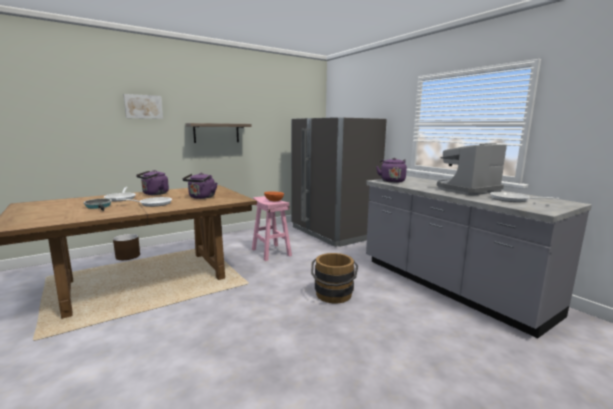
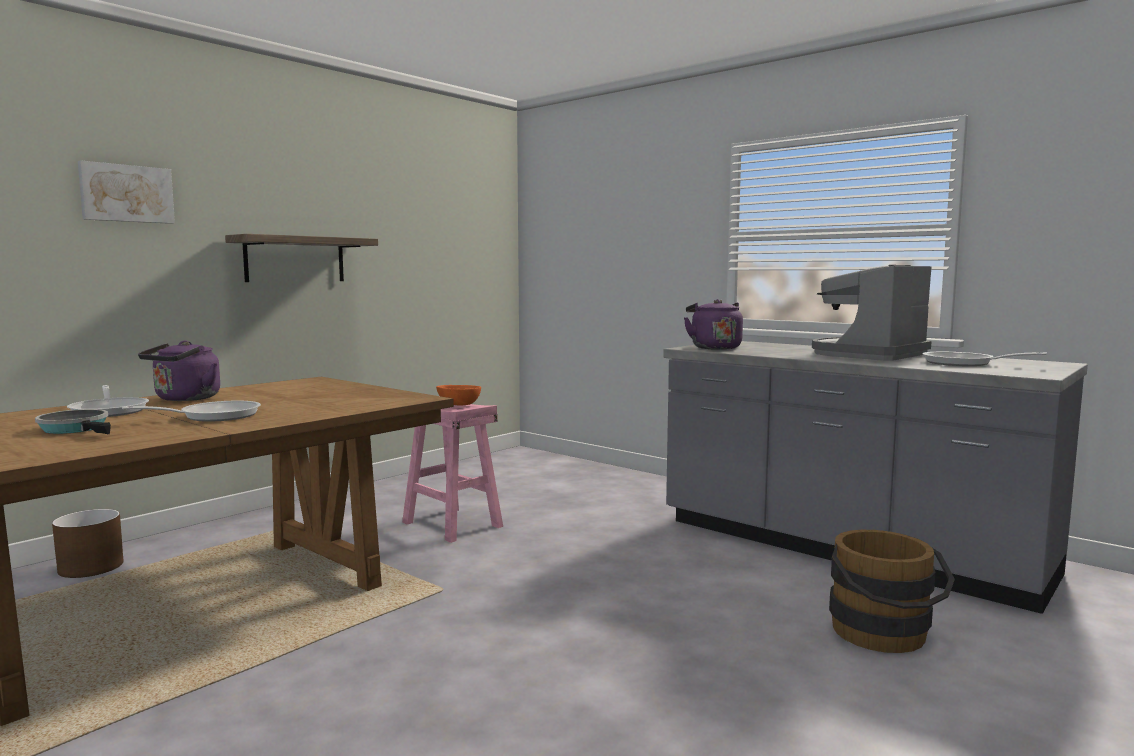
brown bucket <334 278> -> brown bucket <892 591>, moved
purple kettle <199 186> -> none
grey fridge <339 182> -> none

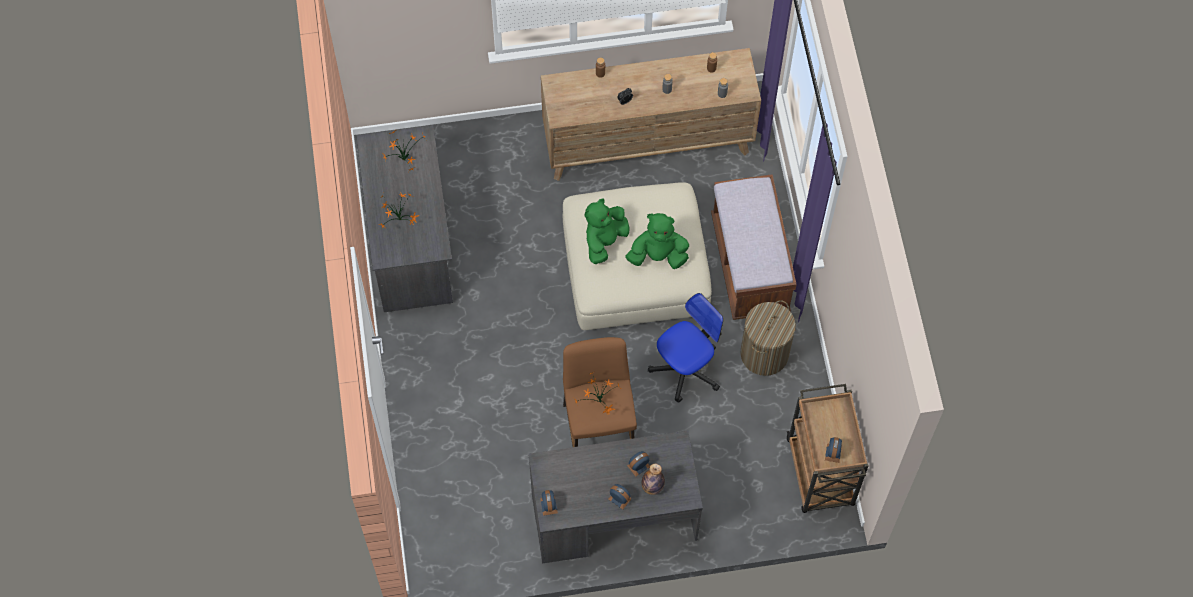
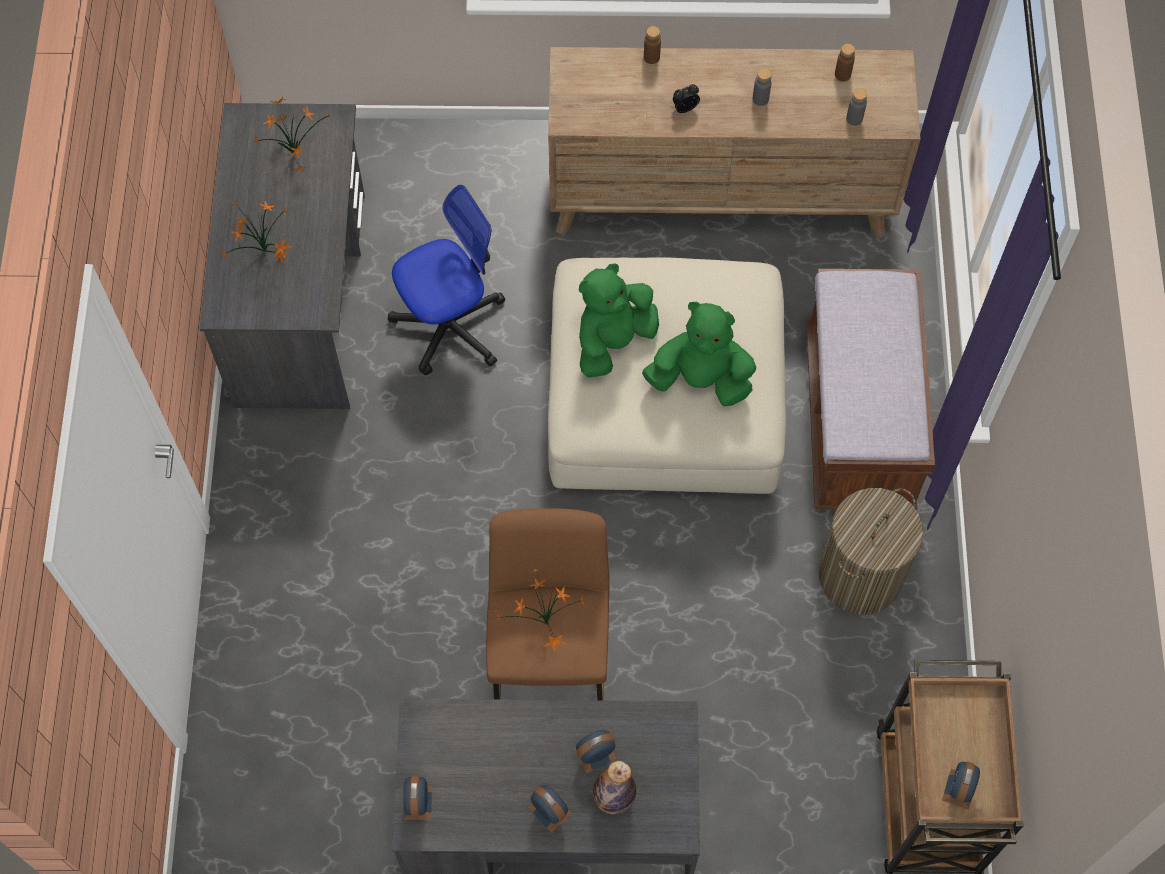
office chair <685 348> -> office chair <446 280>, moved

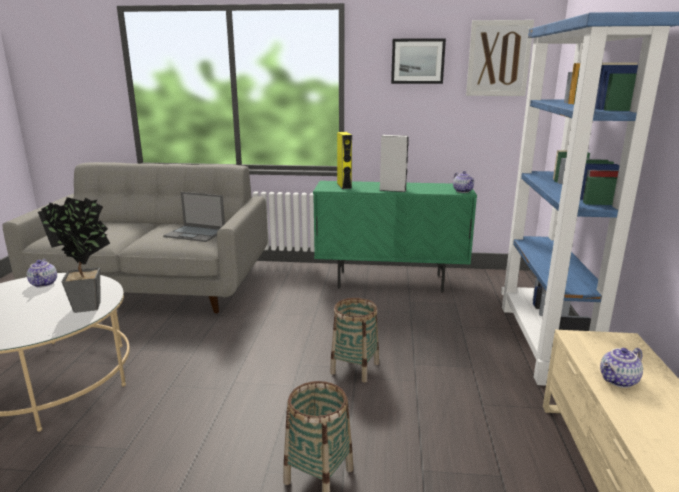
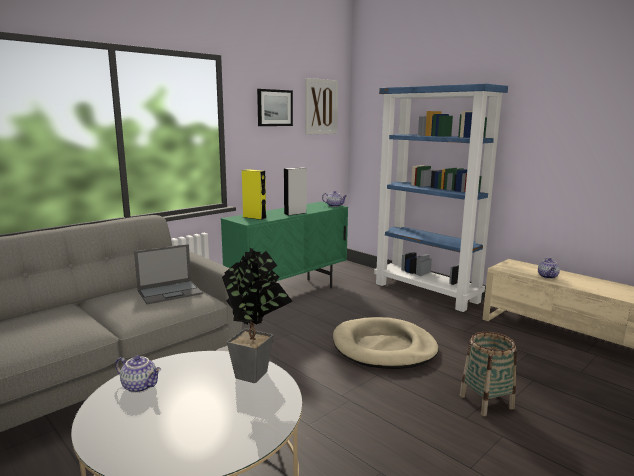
basket <354 340> -> beige dog bed <385 343>

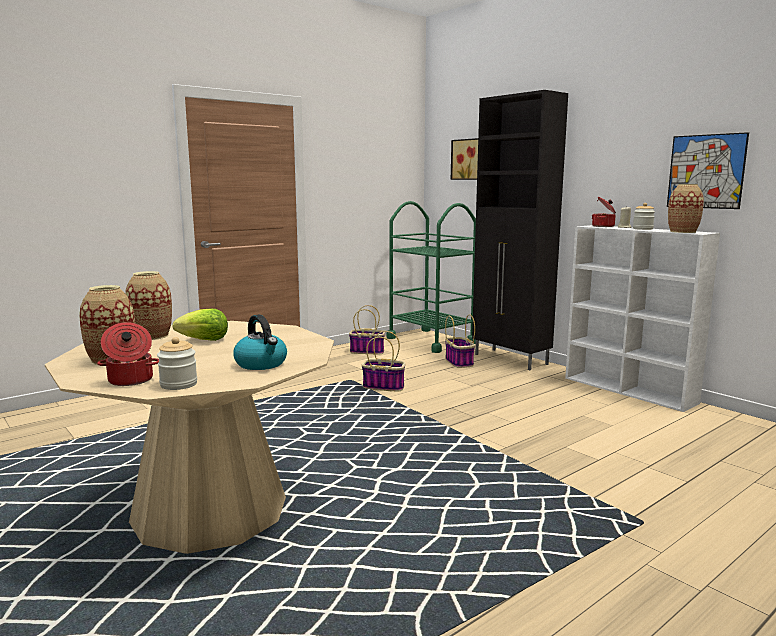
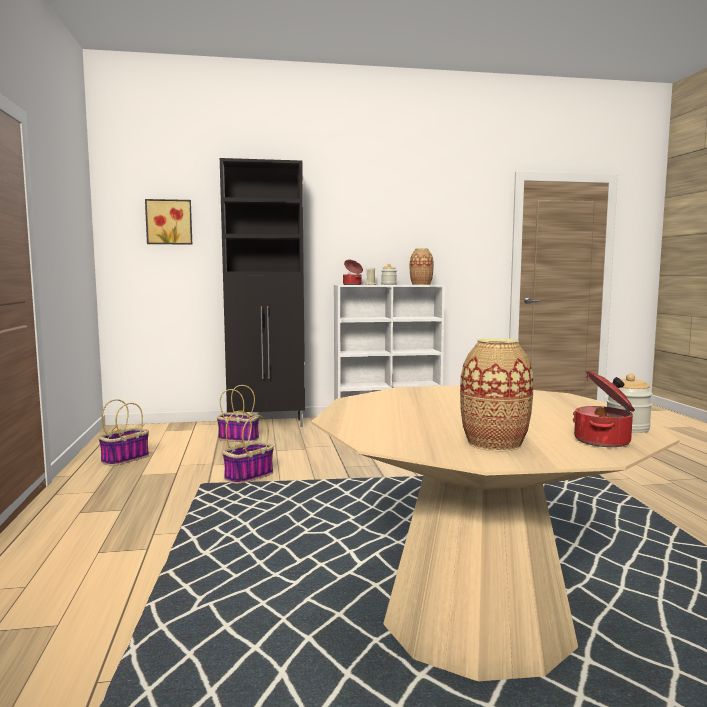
vase <148 305> -> none
lettuce <200 325> -> none
kettle <260 342> -> none
green cart <431 277> -> none
picture <708 170> -> none

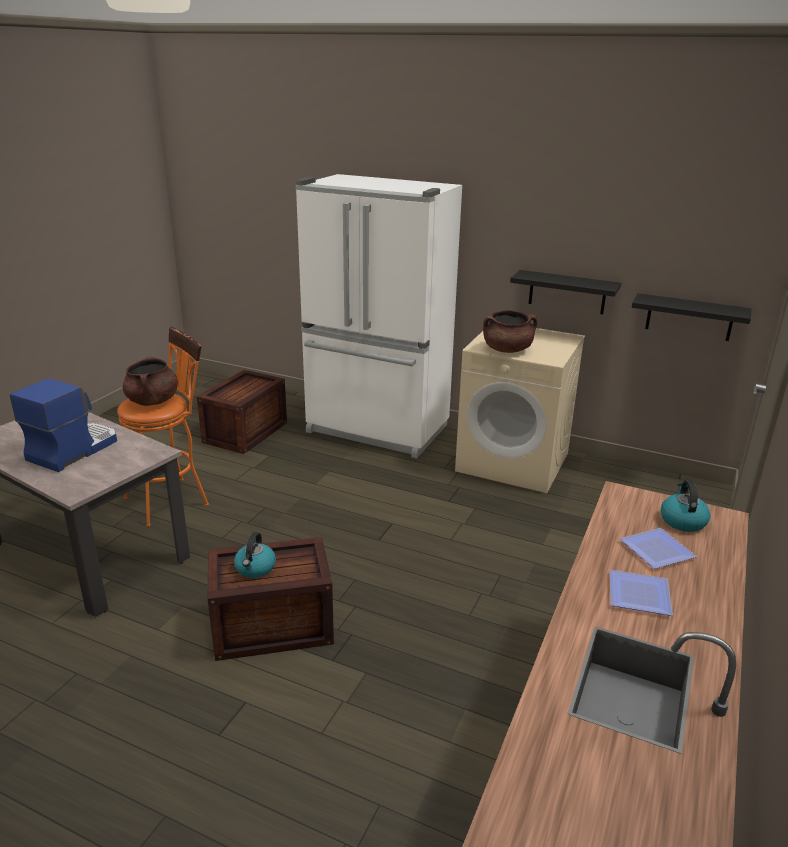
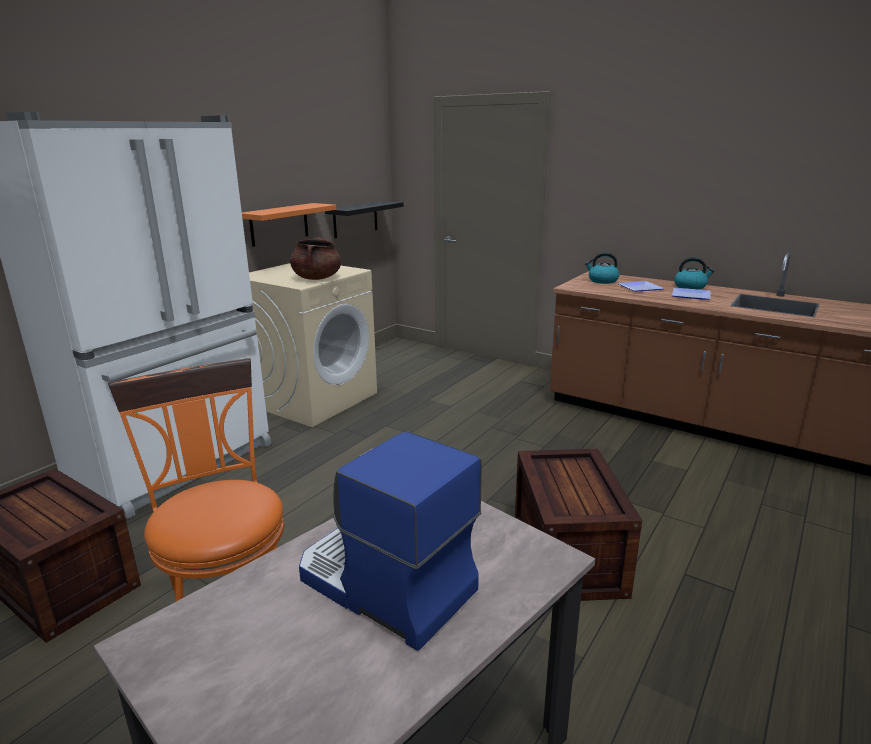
black shelf <565 292> -> orange shelf <289 225>
kettle <255 555> -> kettle <694 273>, moved
brown cooking pot <150 381> -> none

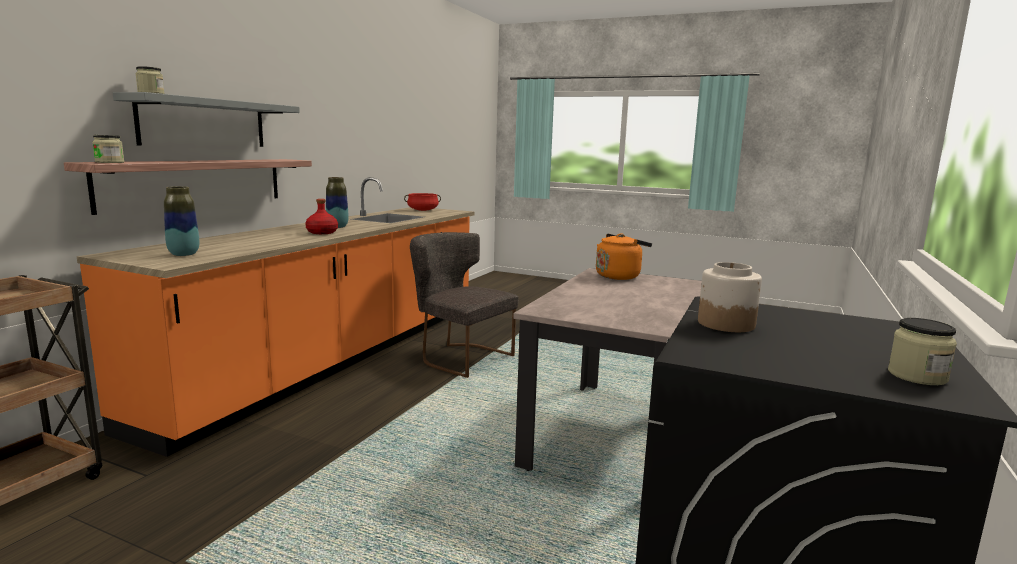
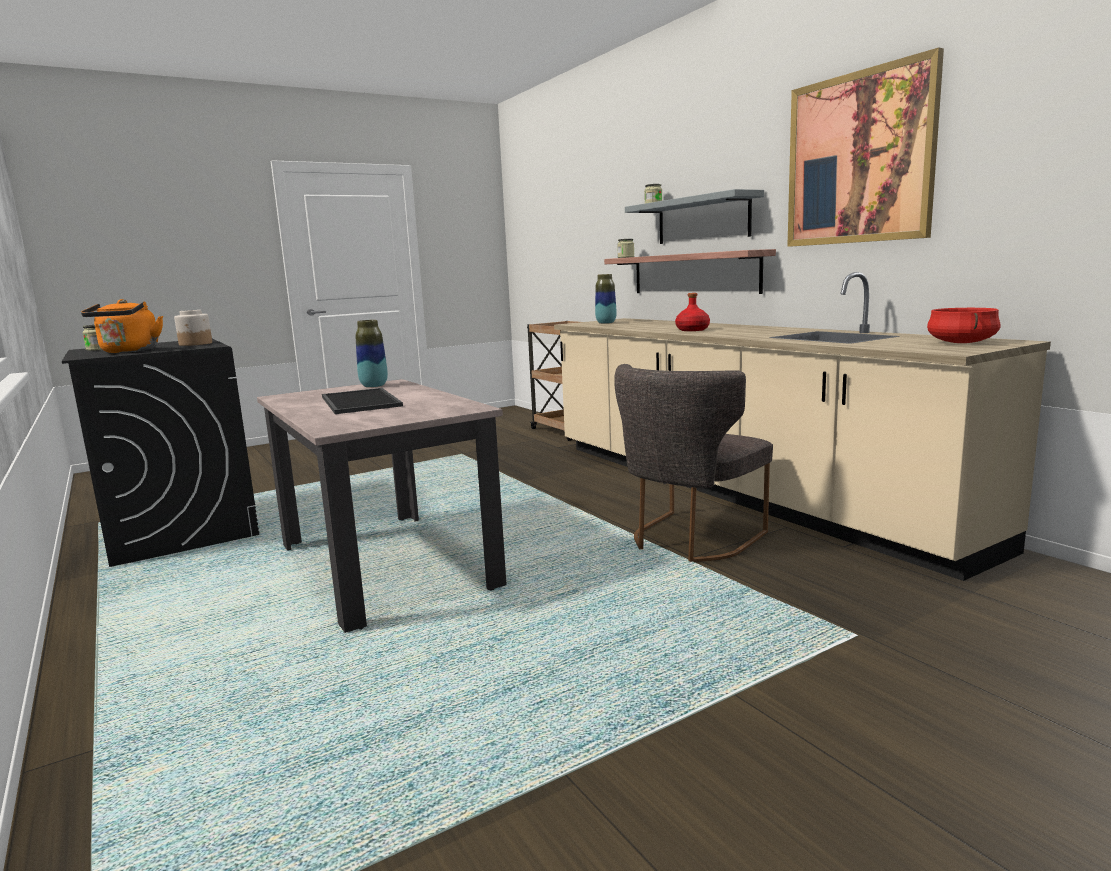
orange kettle <624 256> -> orange kettle <122 326>, moved
none -> tray <362 401>
vase <337 202> -> vase <372 354>, moved
orange counter <275 317> -> beige counter <802 426>
grey chair <464 305> -> grey chair <693 463>, 150 degrees clockwise
none -> picture <865 147>

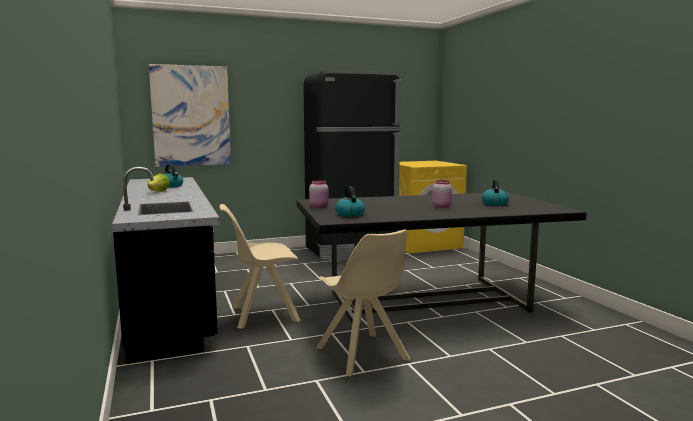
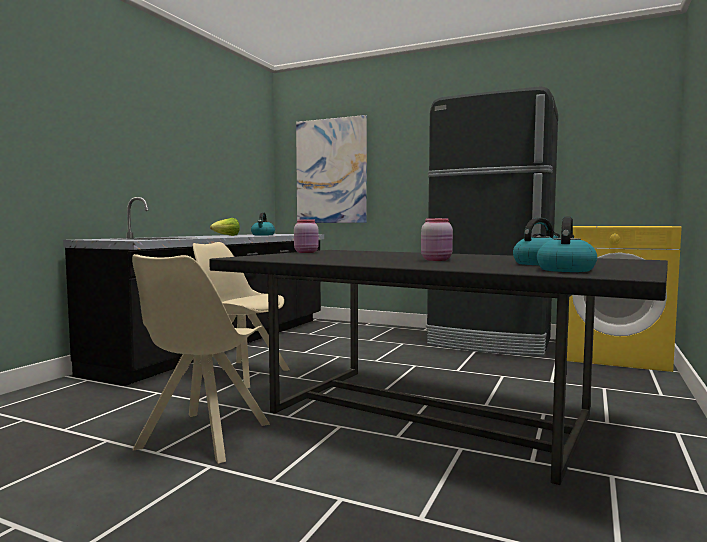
kettle <350 202> -> kettle <567 244>, moved

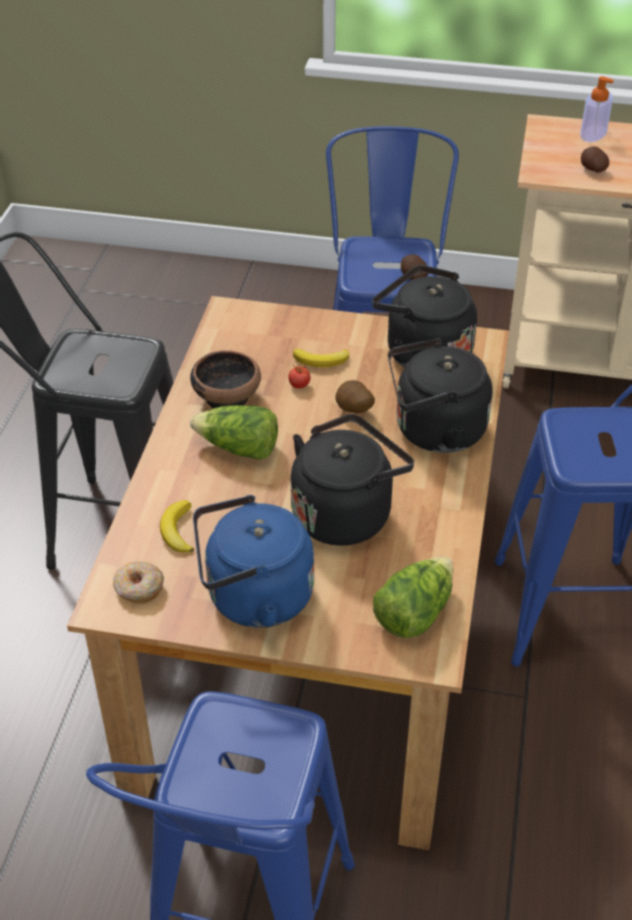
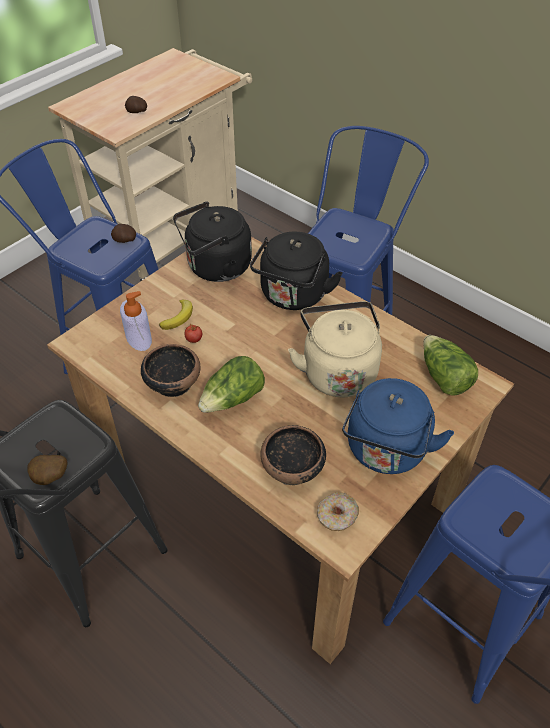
potato <355 397> -> potato <47 470>, moved
soap dispenser <597 109> -> soap dispenser <136 321>, moved
banana <177 526> -> bowl <293 455>
black kettle <352 480> -> beige kettle <335 349>

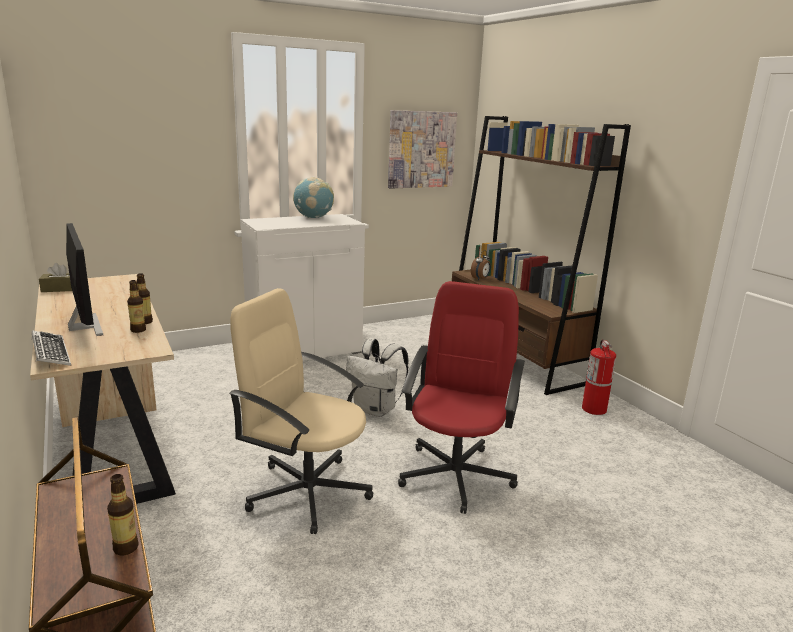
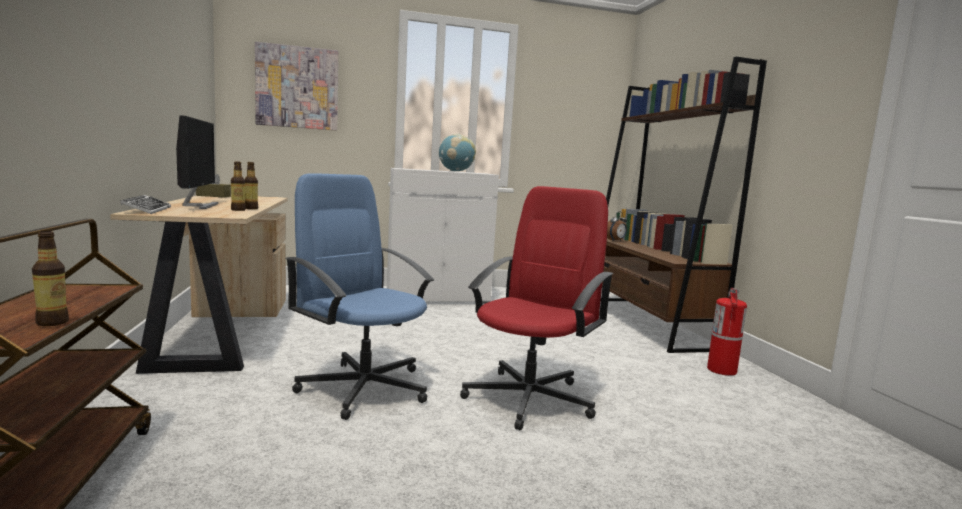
picture <422 149> -> picture <296 86>, moved
beige office chair <301 411> -> blue office chair <359 296>
white backpack <377 377> -> none

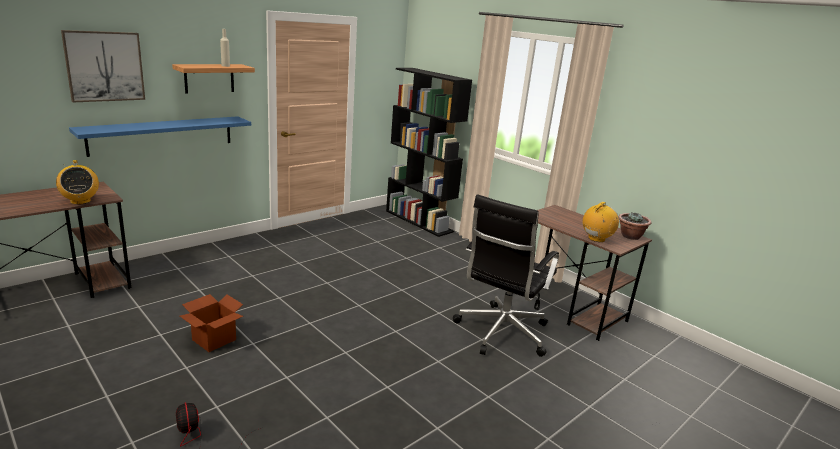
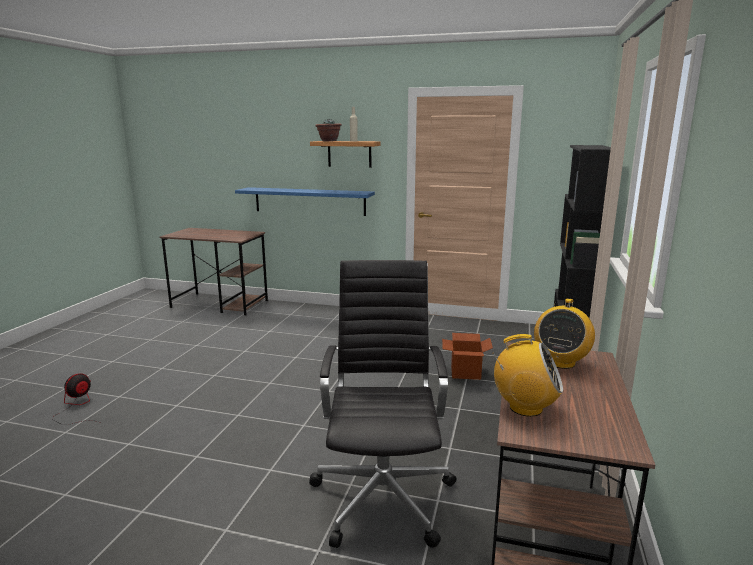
black office chair <506 275> -> black office chair <382 404>, 90 degrees clockwise
potted plant <635 226> -> potted plant <328 130>, moved
cardboard box <211 323> -> cardboard box <467 356>, moved
radio <77 182> -> radio <564 333>, moved
picture <103 66> -> none

